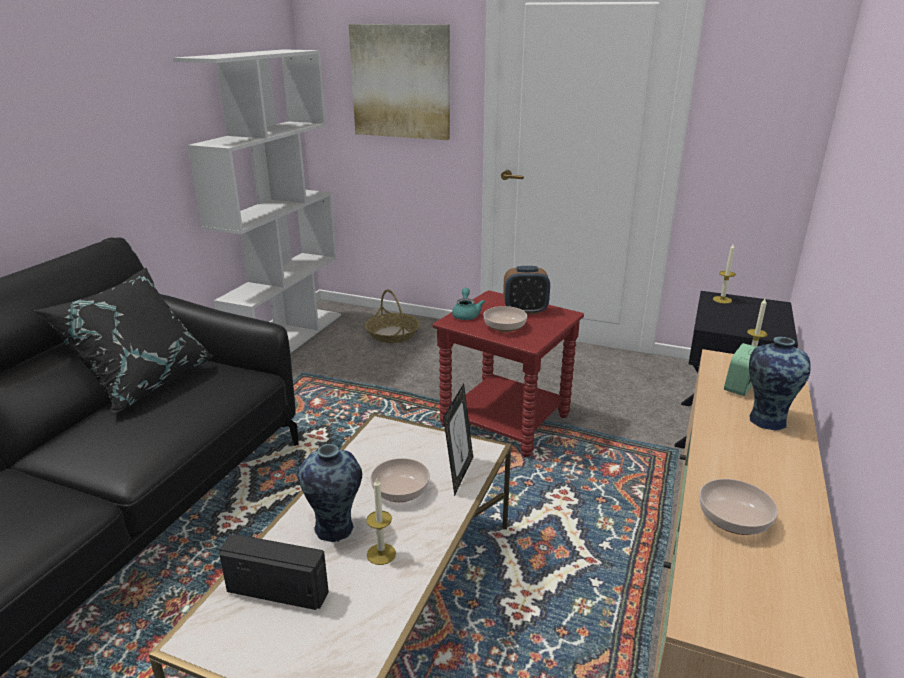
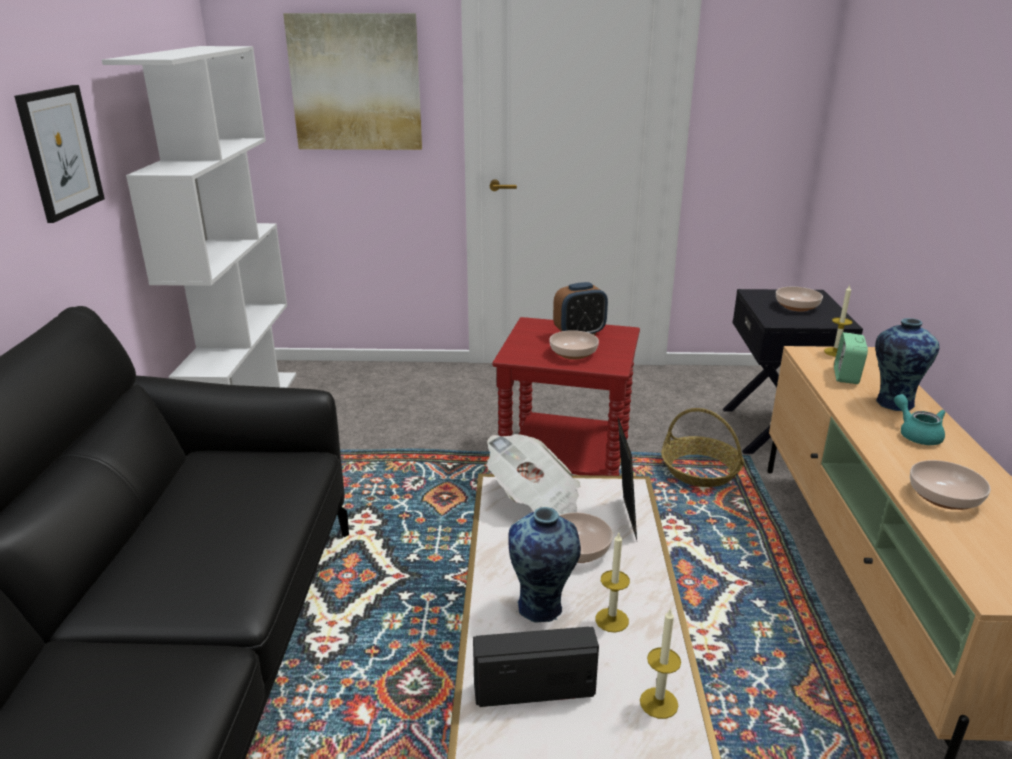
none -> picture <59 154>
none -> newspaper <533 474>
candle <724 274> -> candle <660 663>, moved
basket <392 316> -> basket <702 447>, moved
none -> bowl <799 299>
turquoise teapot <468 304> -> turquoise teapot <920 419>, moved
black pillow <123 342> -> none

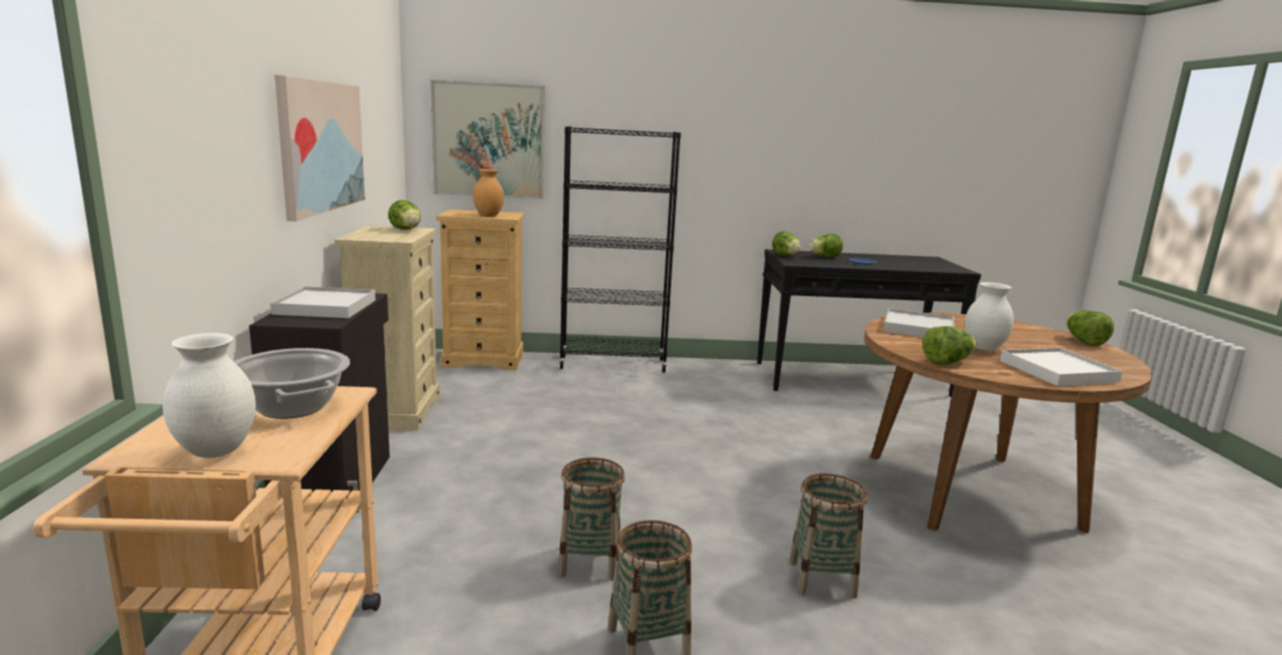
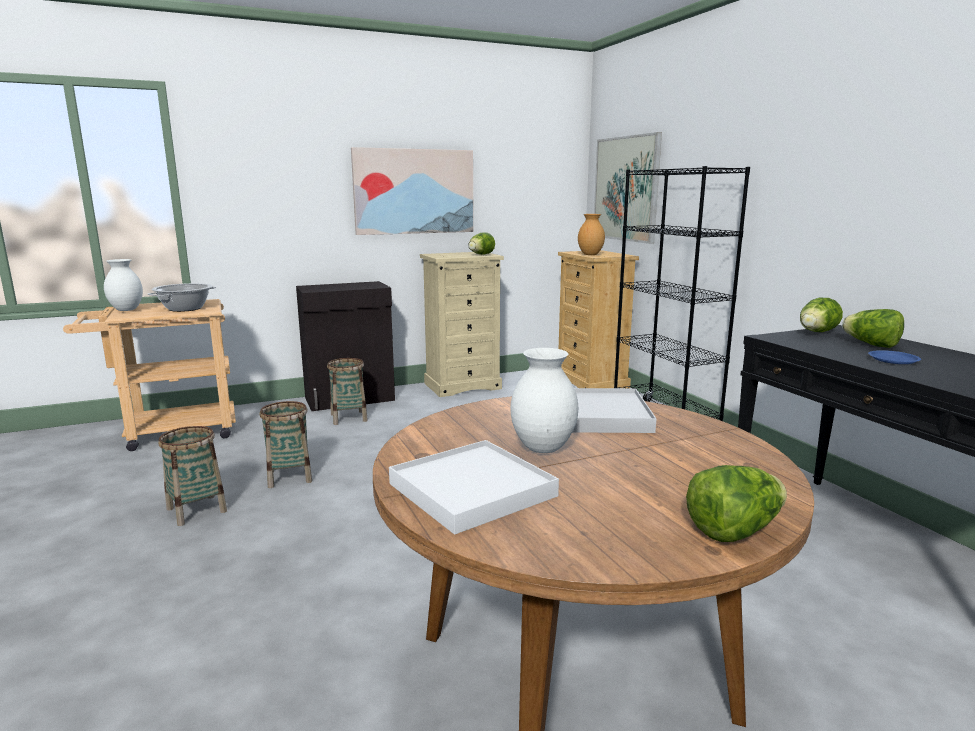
basket <828 536> -> basket <347 391>, moved
white tray <323 302> -> none
lettuce <949 345> -> none

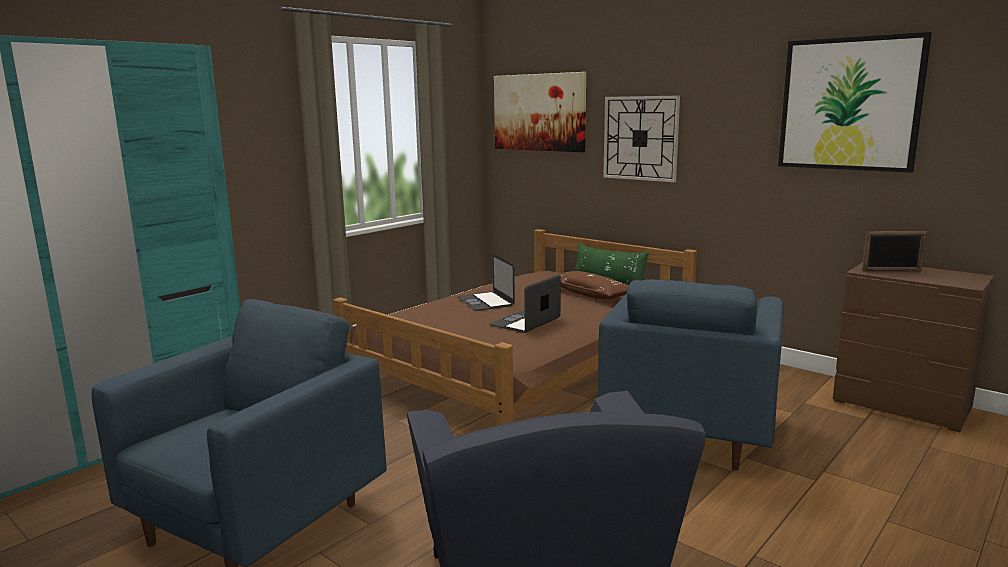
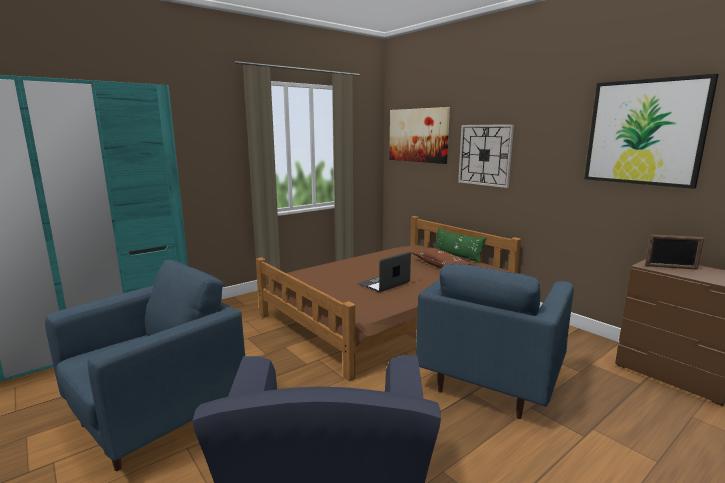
laptop <486 282> -> none

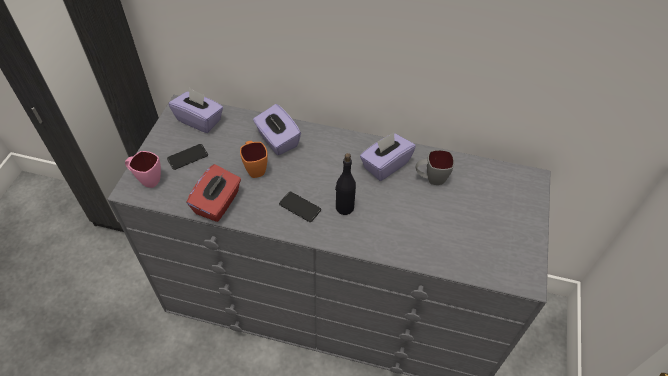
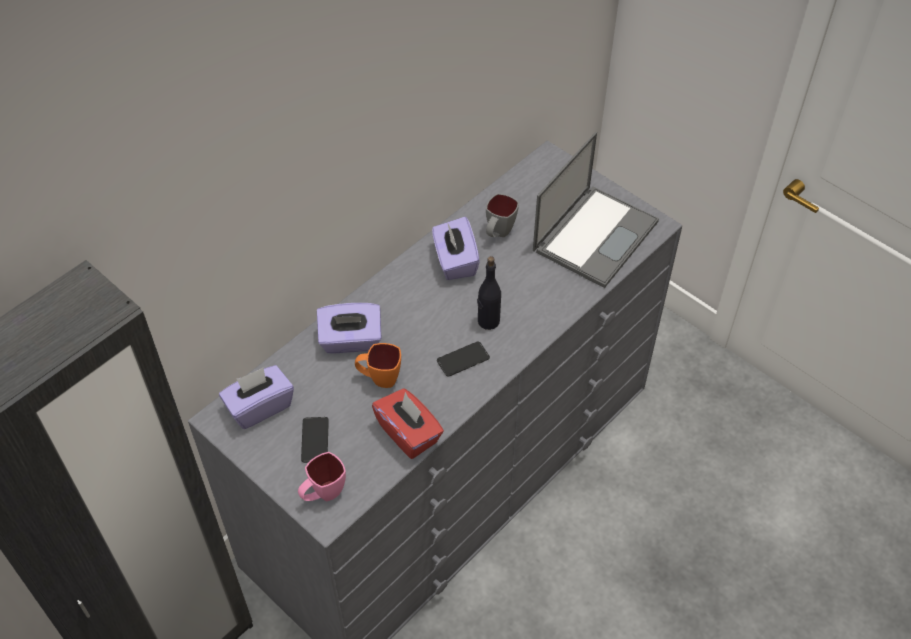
none -> laptop <596 210>

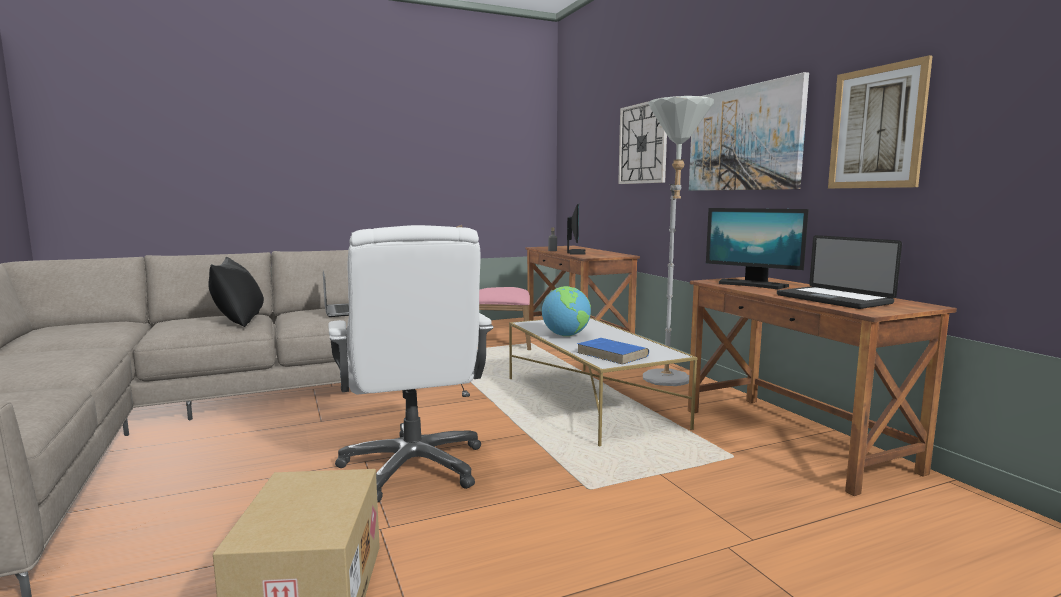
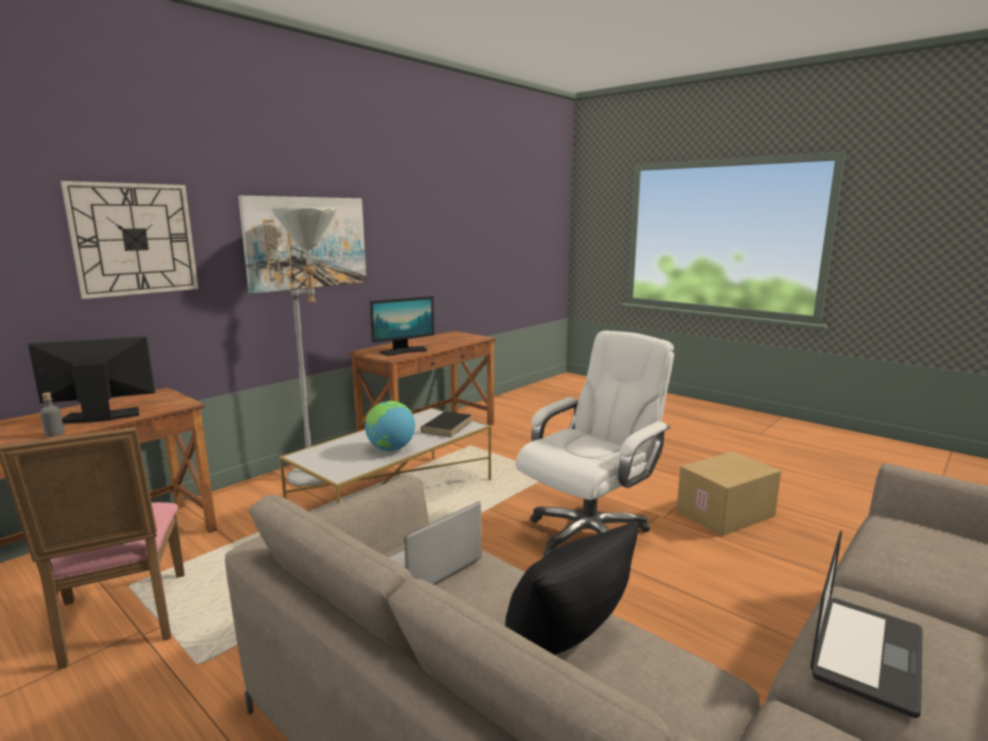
monitor <757 248> -> monitor <402 326>, 45 degrees clockwise
blue book <613 351> -> black book <446 424>
laptop <839 272> -> laptop <866 624>, moved
picture <880 122> -> none

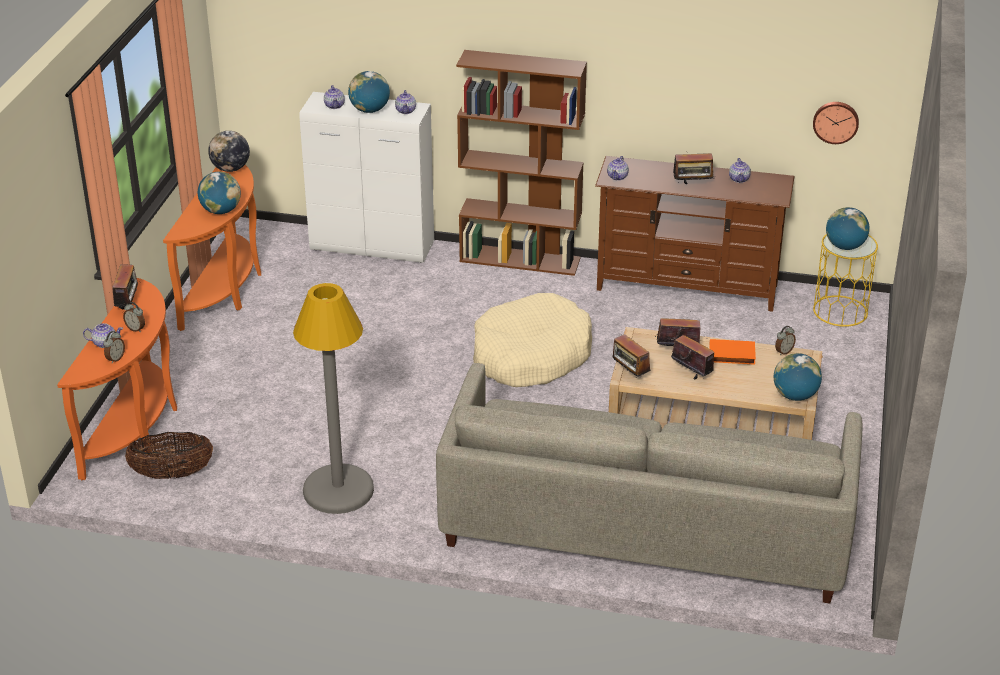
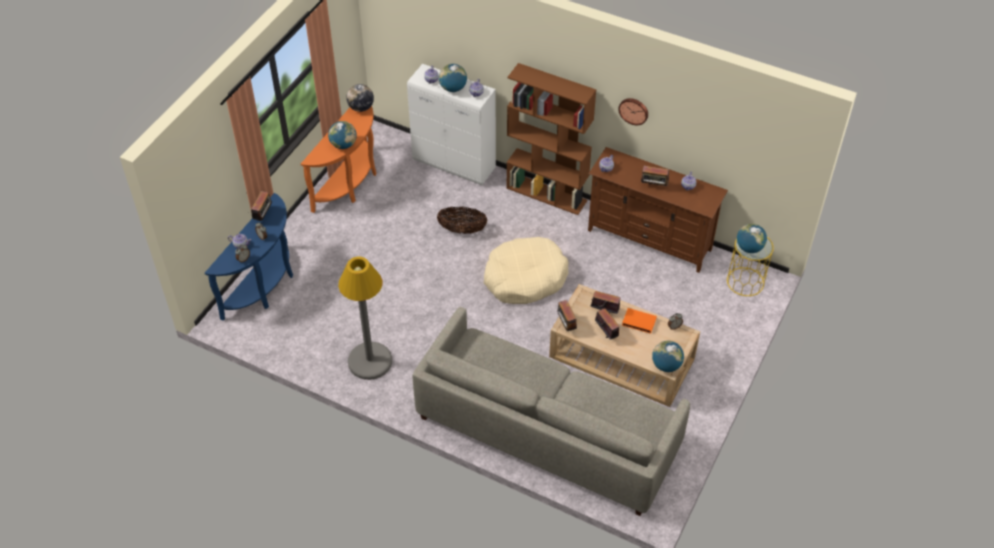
orange console table <117 379> -> blue console table <249 257>
basket <169 455> -> basket <462 220>, moved
wall clock <836 123> -> wall clock <633 111>, moved

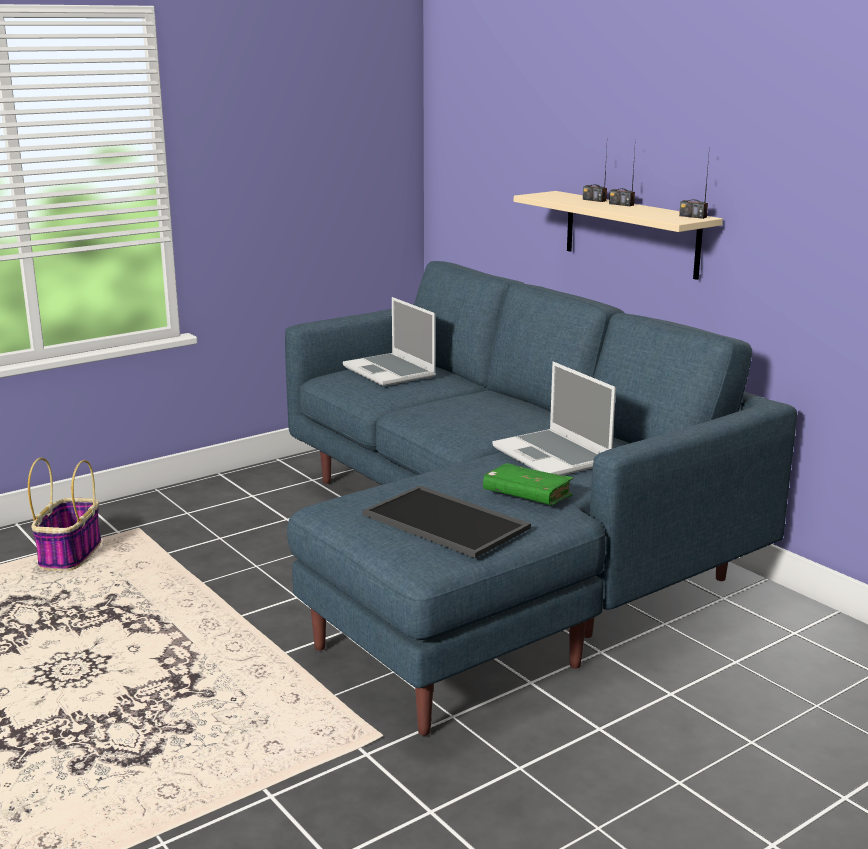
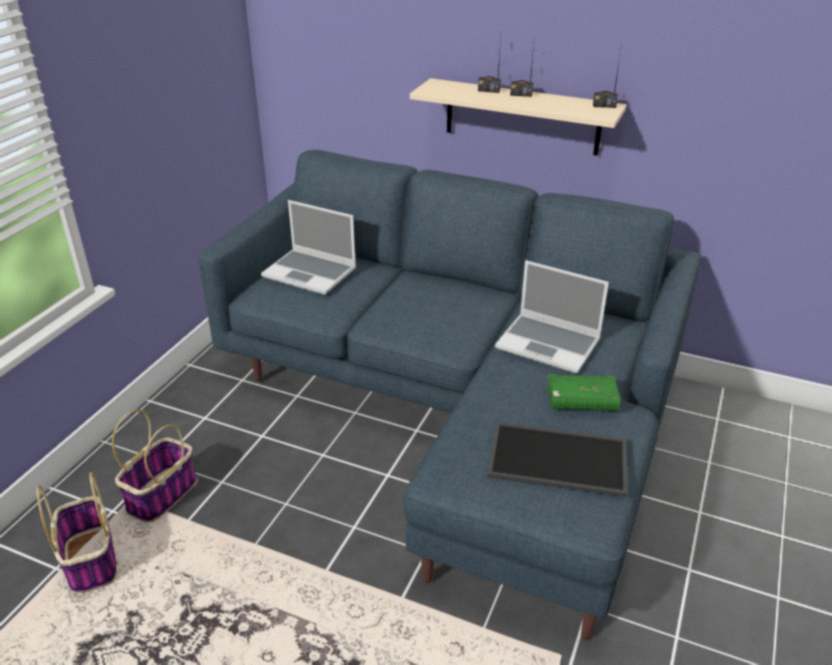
none -> basket <154 466>

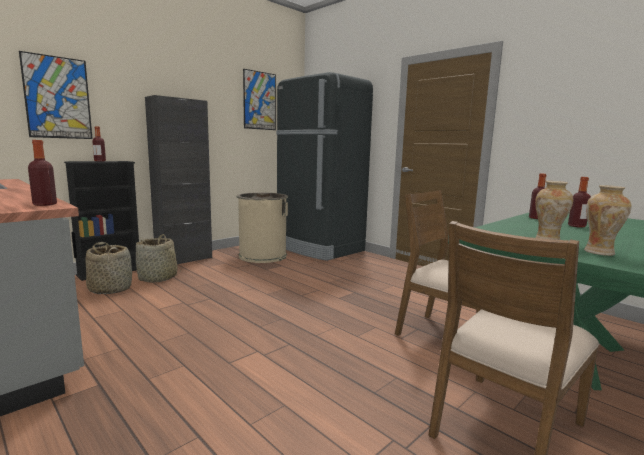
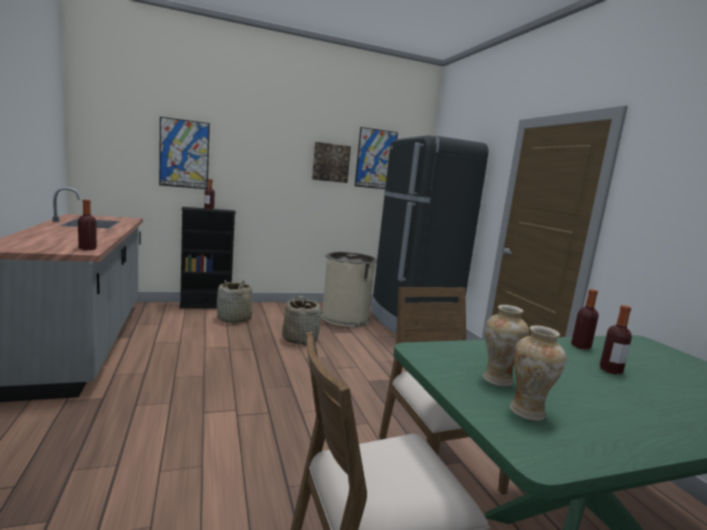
basket <109 268> -> basket <301 320>, moved
none -> picture <331 162>
black cabinet <178 179> -> none

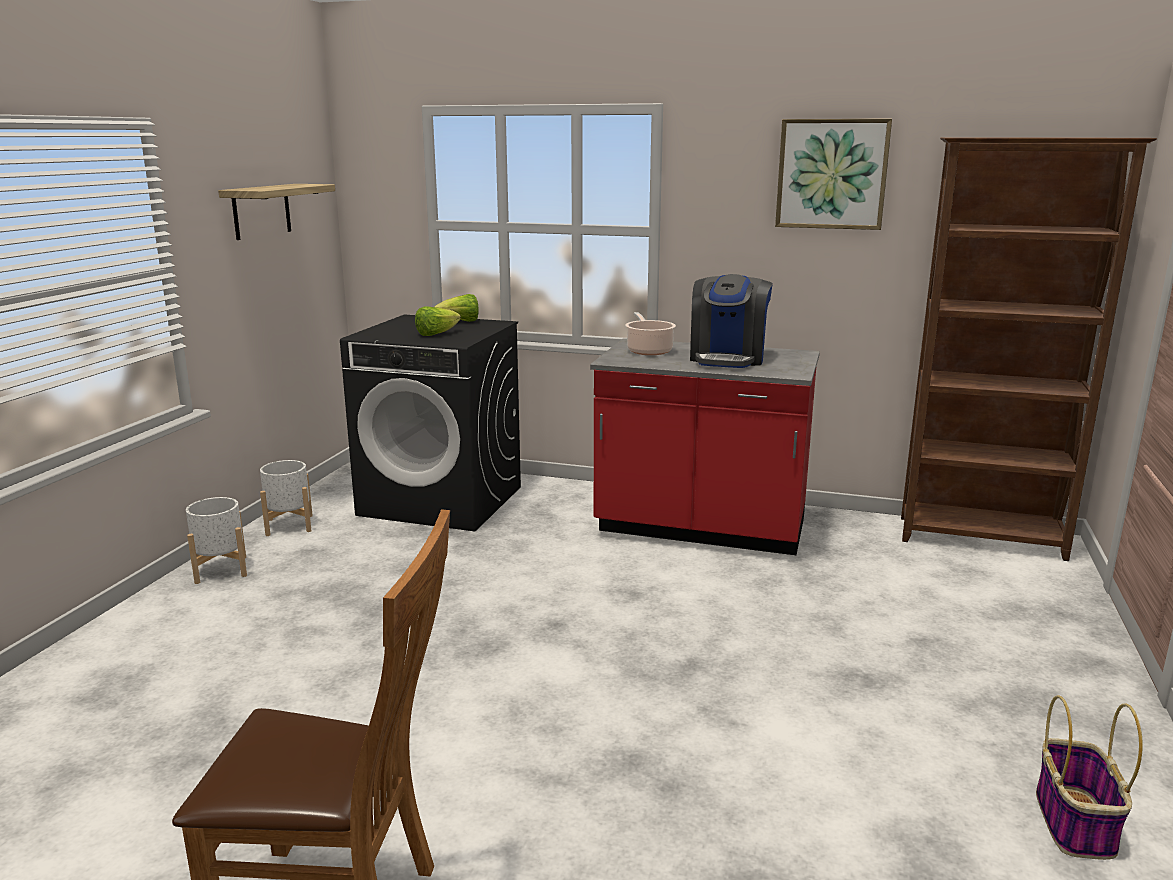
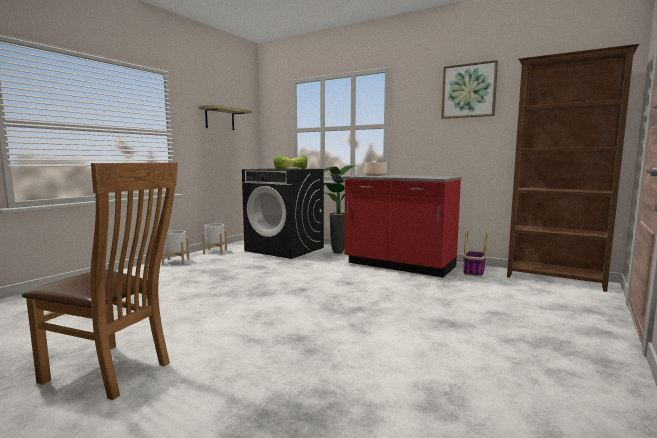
none -> potted plant <338 209>
basket <1089 777> -> basket <475 253>, moved
coffee machine <731 321> -> none

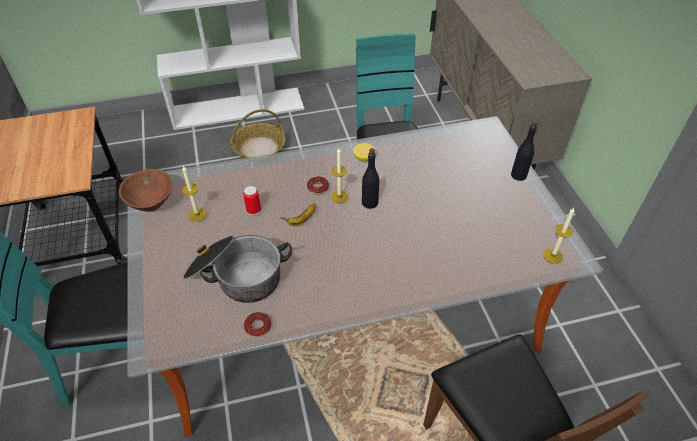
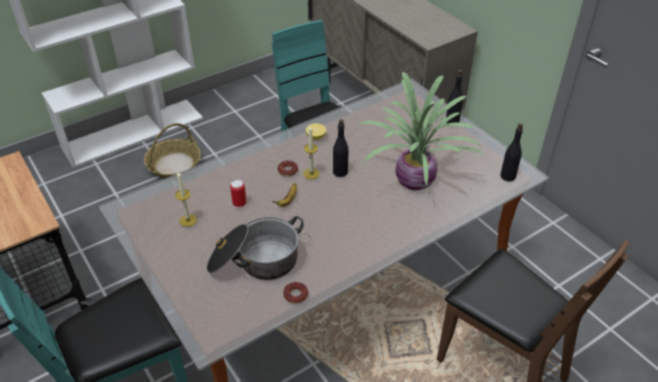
none -> potted plant <421 131>
candle <559 236> -> black bottle <511 152>
brown bowl <146 190> -> none

